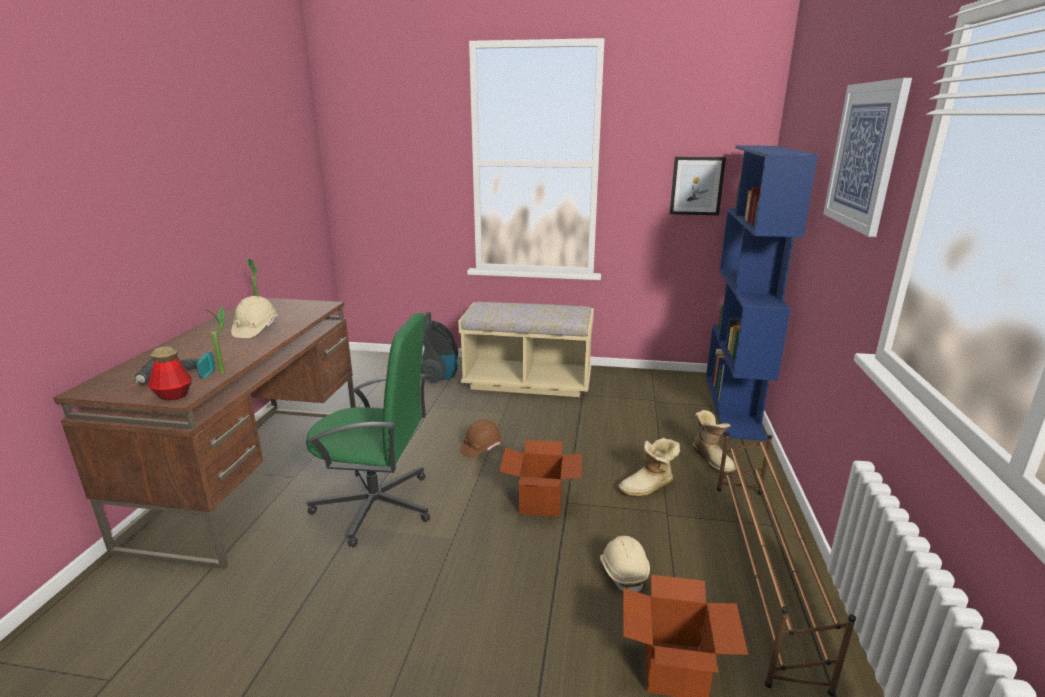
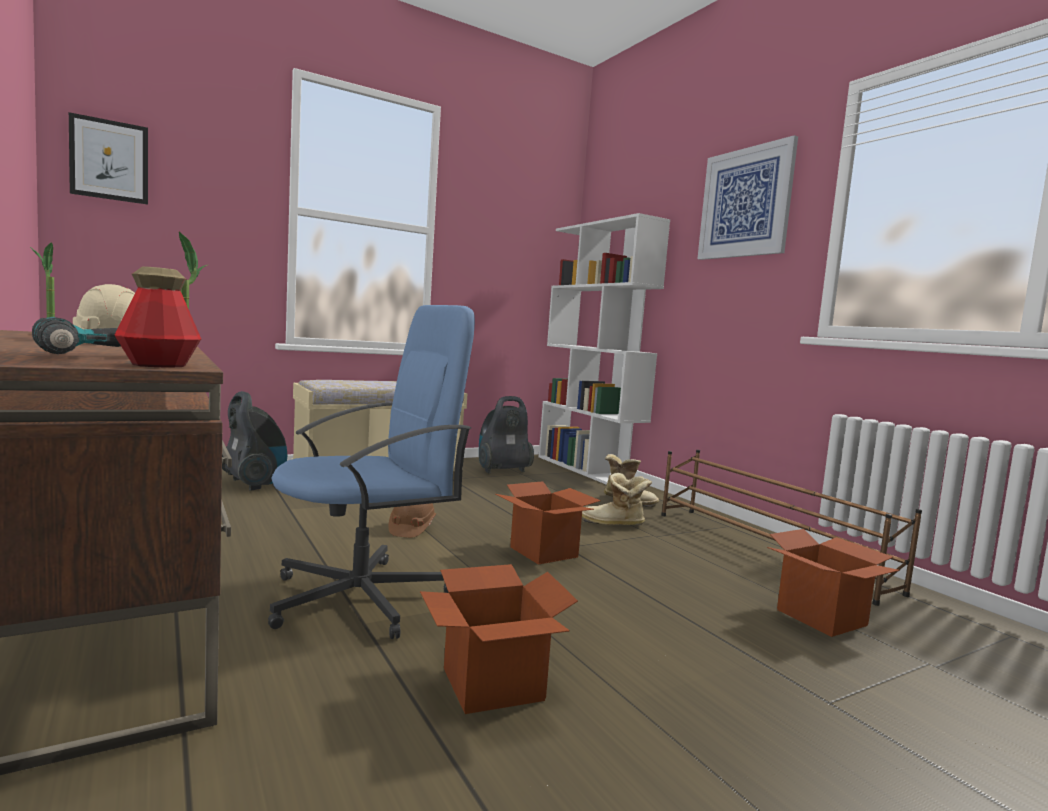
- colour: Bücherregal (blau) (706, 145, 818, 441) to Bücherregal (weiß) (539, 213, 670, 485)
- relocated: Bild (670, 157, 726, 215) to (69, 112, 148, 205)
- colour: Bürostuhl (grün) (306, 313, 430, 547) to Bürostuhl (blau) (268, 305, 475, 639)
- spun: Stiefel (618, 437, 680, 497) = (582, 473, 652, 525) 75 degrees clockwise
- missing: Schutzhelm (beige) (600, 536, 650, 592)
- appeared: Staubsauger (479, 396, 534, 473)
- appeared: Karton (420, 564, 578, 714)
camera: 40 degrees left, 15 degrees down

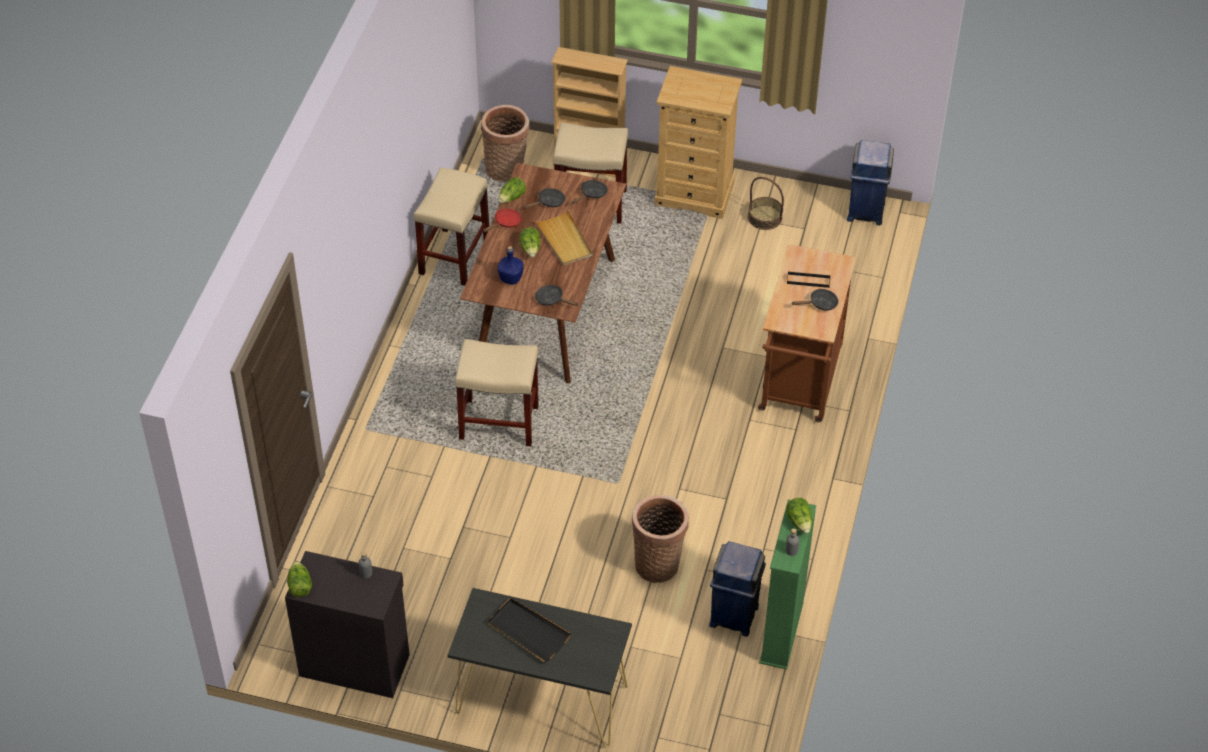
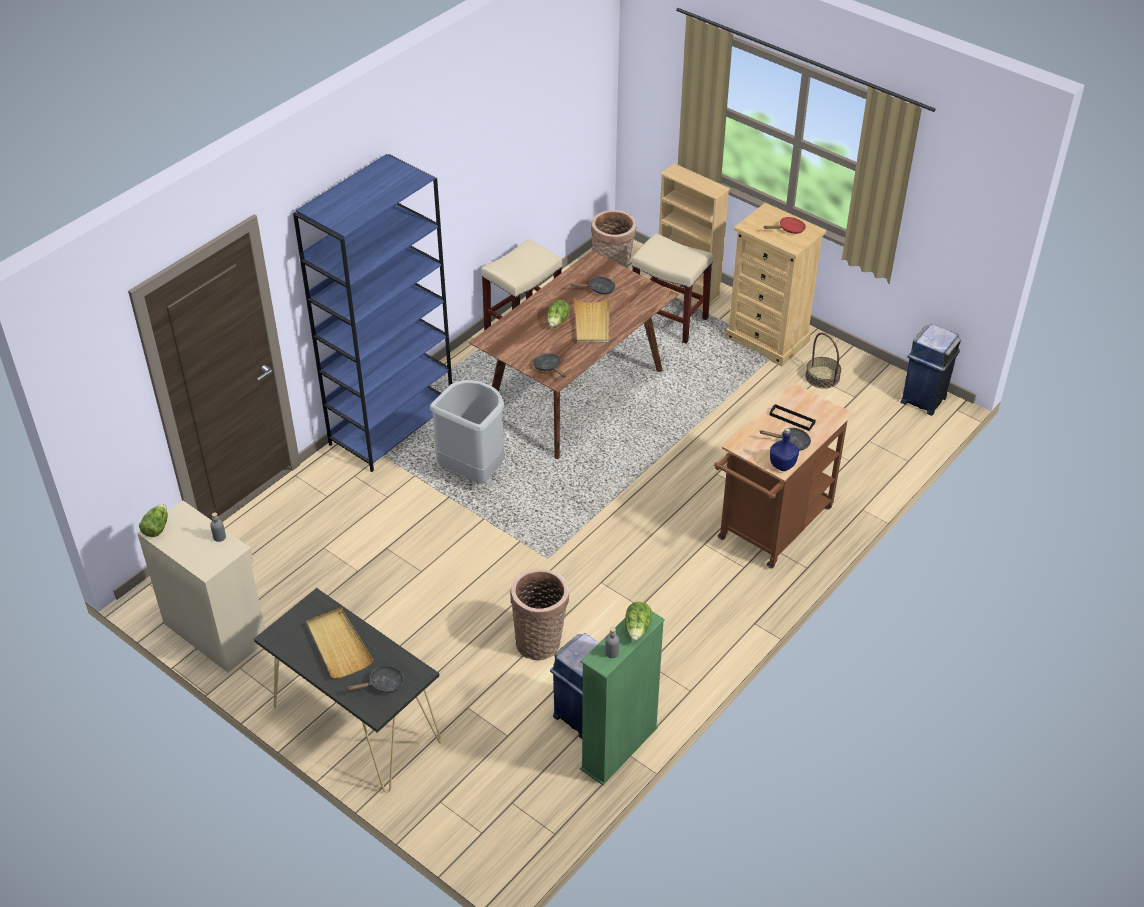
- missing: Salatkopf (498, 177, 526, 203)
- relocated: Pfanne (schwarz) (572, 180, 608, 204) to (346, 666, 404, 693)
- relocated: Pfanne (rot) (483, 209, 522, 232) to (764, 217, 806, 234)
- relocated: Flasche (blau) (498, 246, 524, 285) to (770, 428, 799, 471)
- exchanged: Hocker (beige) (455, 339, 539, 446) to Mülleimer (grau) (430, 380, 505, 483)
- colour: Schrank (schwarz) (285, 551, 410, 698) to Schrank (beige) (137, 501, 265, 673)
- colour: Tablett (schwarz) (487, 597, 571, 662) to Tablett (beige) (306, 608, 373, 678)
- appeared: Bücherregal (blau) (293, 154, 452, 472)
camera: 25 degrees right, 5 degrees down

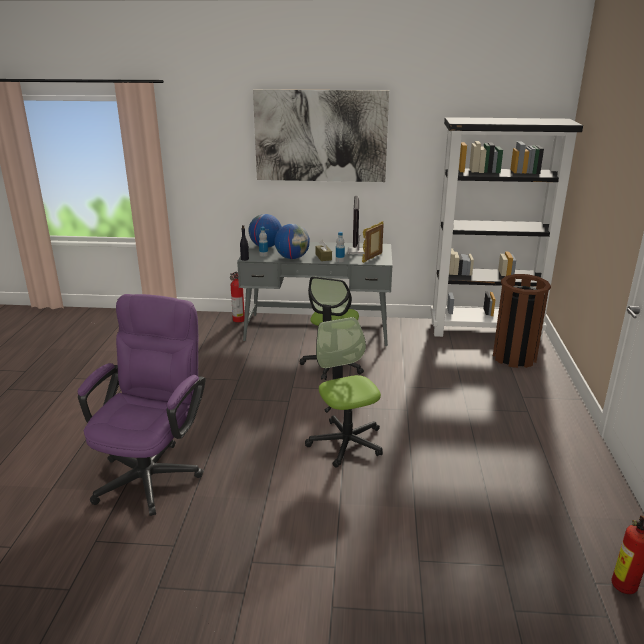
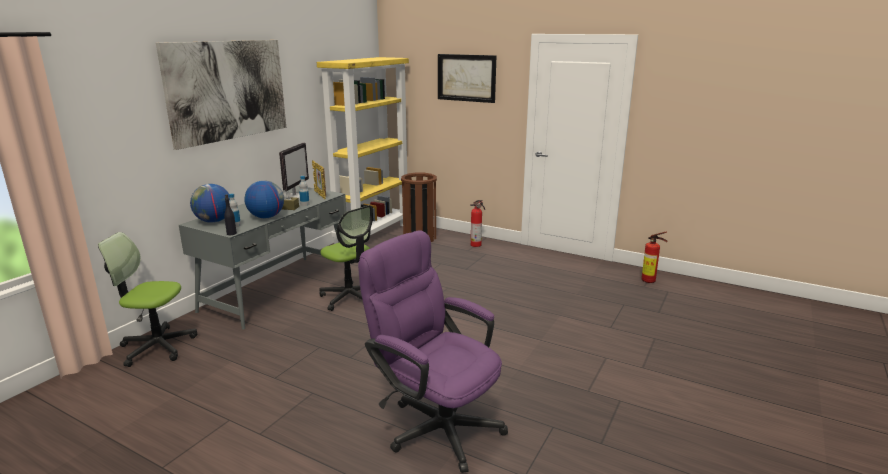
- colour: Bücherregal (schwarz) (431, 117, 583, 340) to Bücherregal (gelb) (317, 57, 409, 244)
- spun: Monitor (348, 196, 365, 254) = (279, 143, 309, 199) 105 degrees counterclockwise
- relocated: Feuerlöscher (230, 272, 245, 323) to (470, 200, 485, 247)
- relocated: Bürostuhl (305, 317, 383, 468) to (98, 232, 197, 367)
- appeared: Bild (438, 54, 496, 103)
camera: 65 degrees left, 5 degrees down

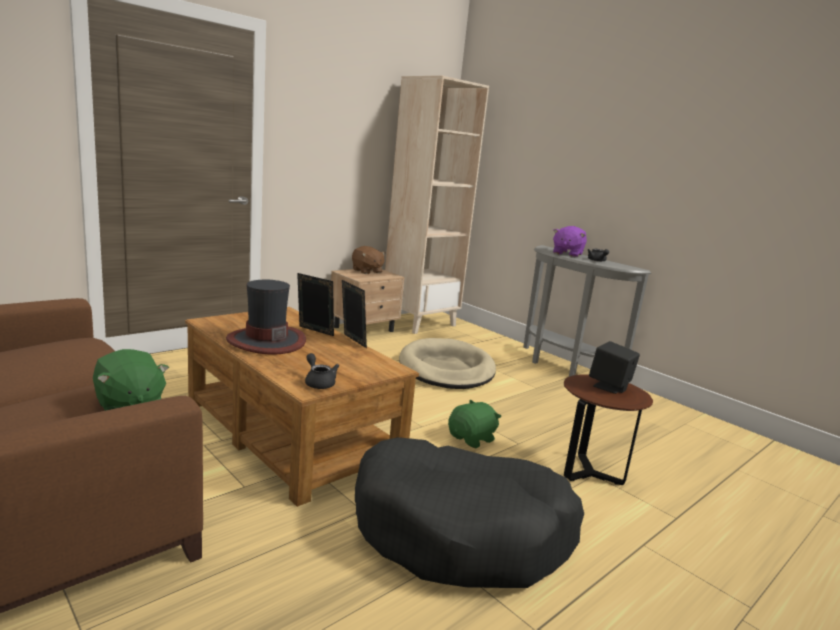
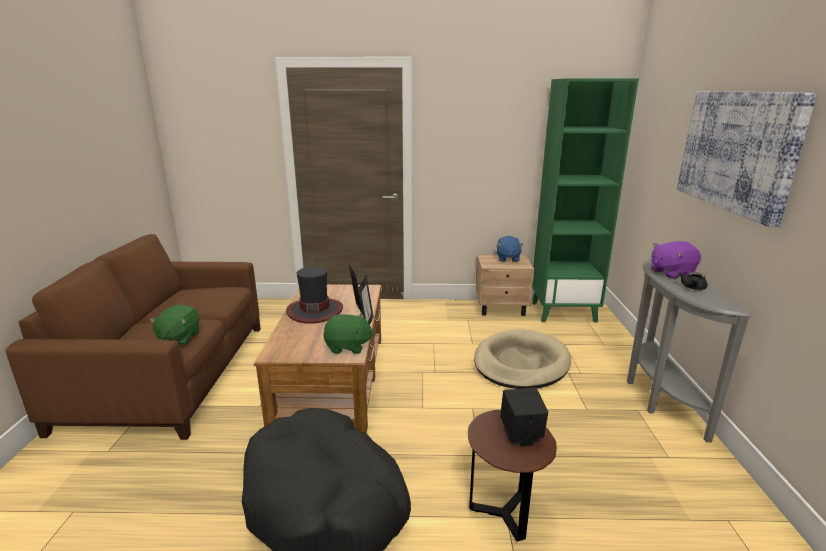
- colour: Bücherregal (beige) (385, 76, 489, 334) to Bücherregal (grün) (532, 78, 639, 323)
- colour: Plüschtier (braun) (352, 246, 386, 274) to Plüschtier (blau) (497, 236, 523, 262)
- missing: Teekanne (schwarz) (305, 353, 339, 389)
- relocated: Plüschtier (grün) (448, 399, 501, 449) to (323, 313, 374, 354)
- appeared: Bild (677, 91, 817, 227)
camera: 45 degrees right, 5 degrees up

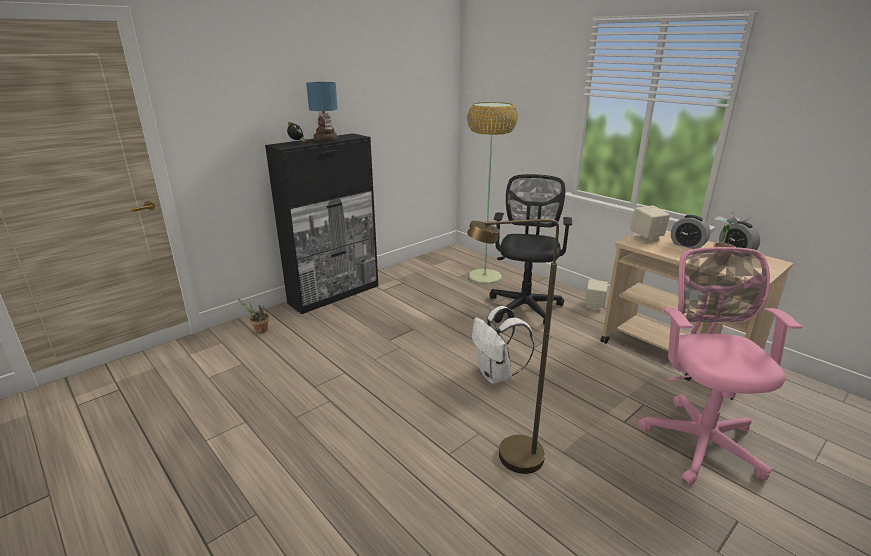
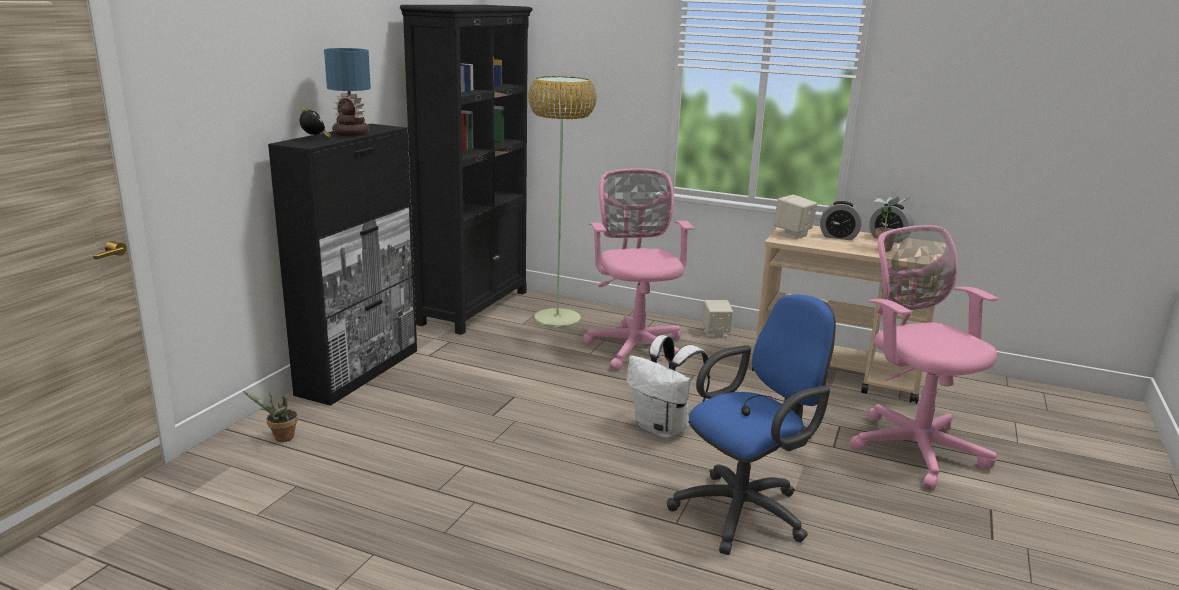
- colour: Bürostuhl (schwarz) (489, 174, 572, 324) to Bürostuhl (rosa) (583, 168, 694, 371)
- exchanged: Stehlampe (braun) (467, 219, 559, 474) to Bürostuhl (blau) (667, 295, 836, 555)
- appeared: Bücherregal (schwarz) (400, 5, 533, 335)
camera: 25 degrees left, 5 degrees down

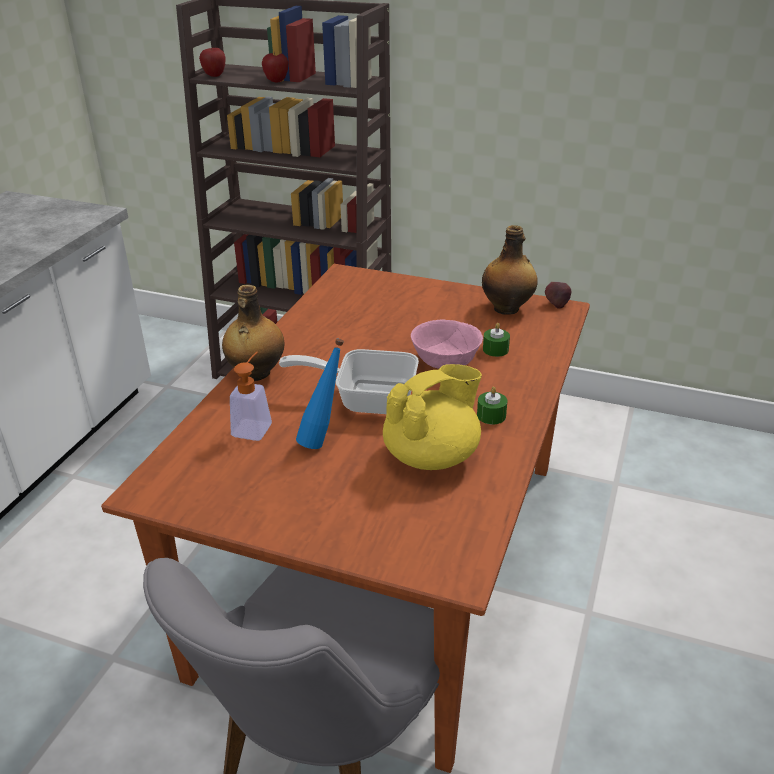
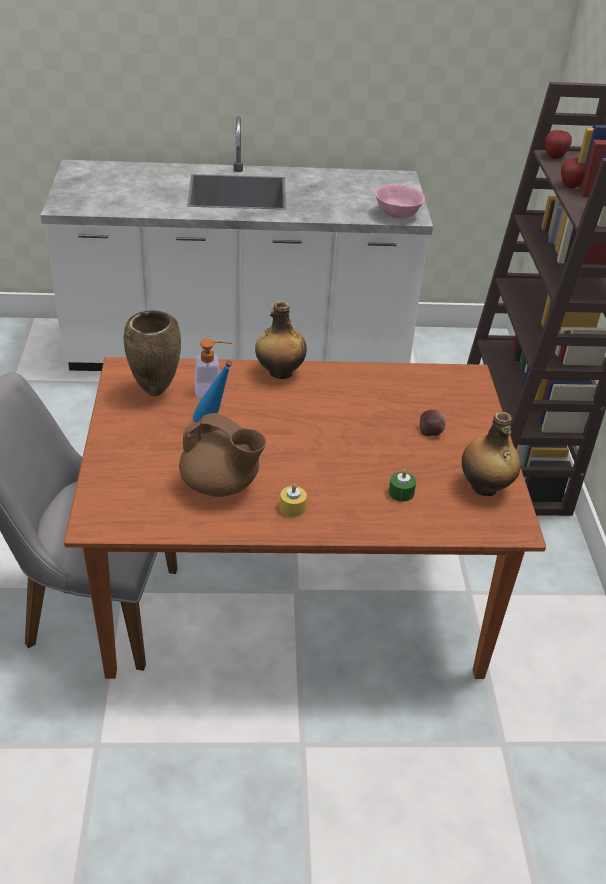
- relocated: Apfel (545, 282, 571, 309) to (420, 410, 446, 436)
- relocated: Schüssel (rosa) (411, 320, 483, 369) to (375, 184, 425, 219)
- missing: Pfanne (279, 349, 419, 414)
- colour: Teekanne (gelb) (383, 364, 482, 470) to Teekanne (braun) (179, 413, 266, 497)
- colour: Kerze (grün) (477, 387, 507, 424) to Kerze (gelb) (280, 484, 307, 517)
- appeared: Vase (braun) (124, 311, 181, 396)
camera: 65 degrees right, 5 degrees up

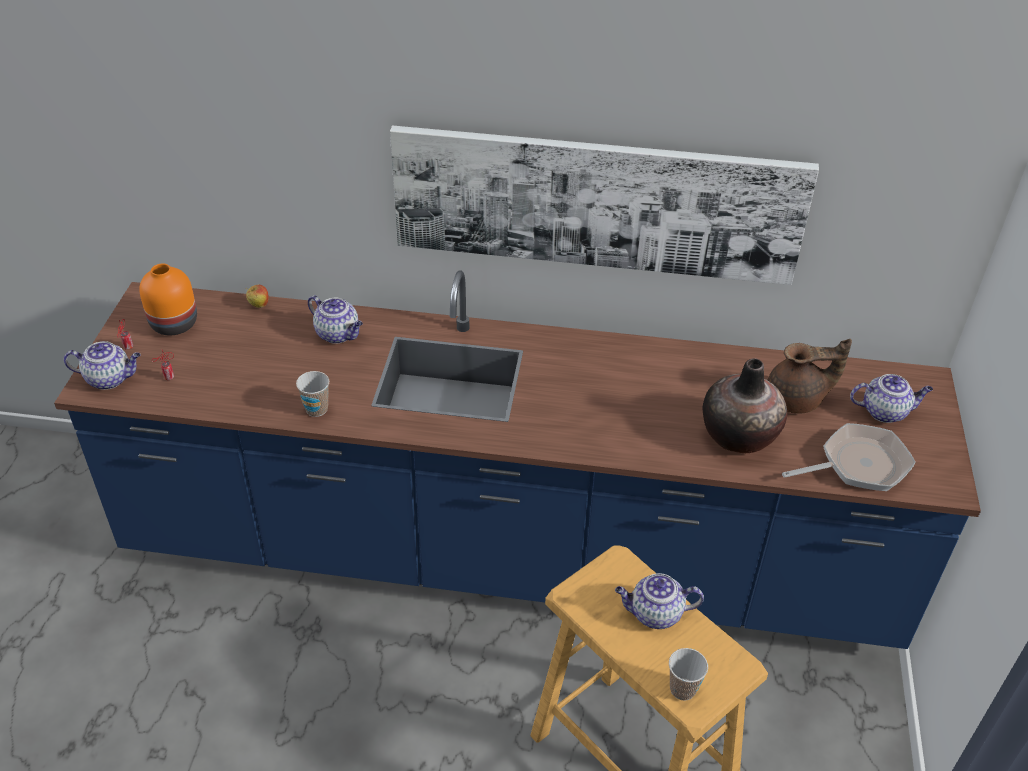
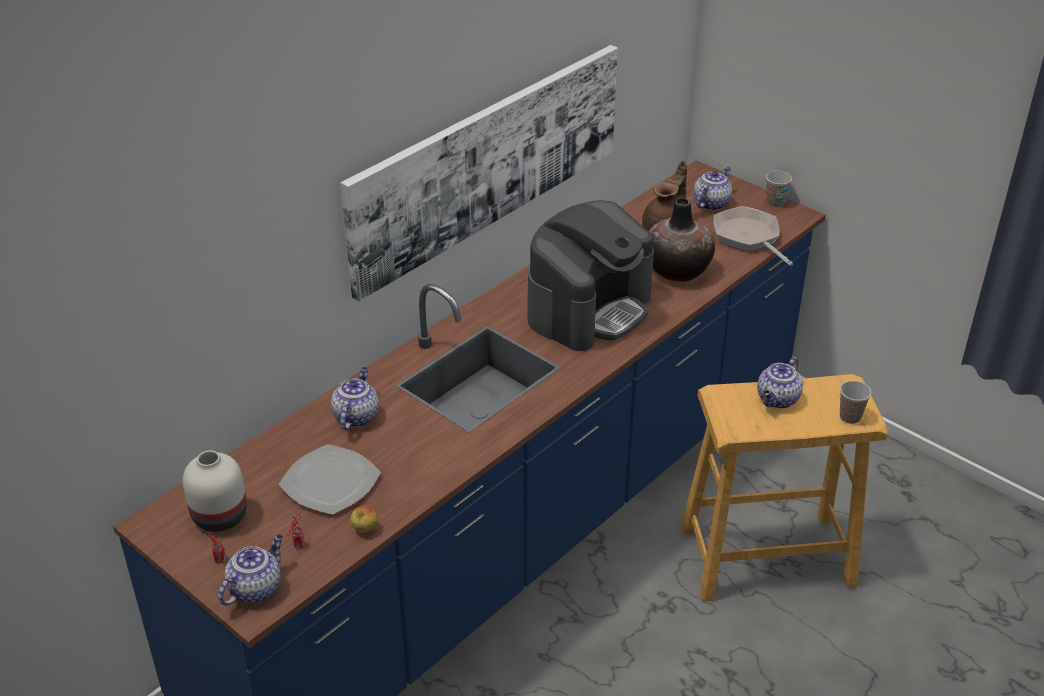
- colour: Vase (orange) (139, 264, 197, 335) to Vase (weiß) (183, 450, 247, 532)
- relocated: Apfel (246, 285, 269, 308) to (350, 505, 377, 533)
- spun: Teekanne (308, 295, 363, 344) = (331, 367, 379, 430) 60 degrees counterclockwise
- relocated: Tasse (296, 371, 329, 417) to (766, 171, 792, 207)
- spun: Pfanne (782, 423, 916, 491) = (713, 206, 793, 266) 45 degrees counterclockwise
- appeared: Kaffeemaschine (527, 200, 654, 351)
- appeared: Teller (279, 444, 381, 515)
camera: 55 degrees left, 5 degrees down

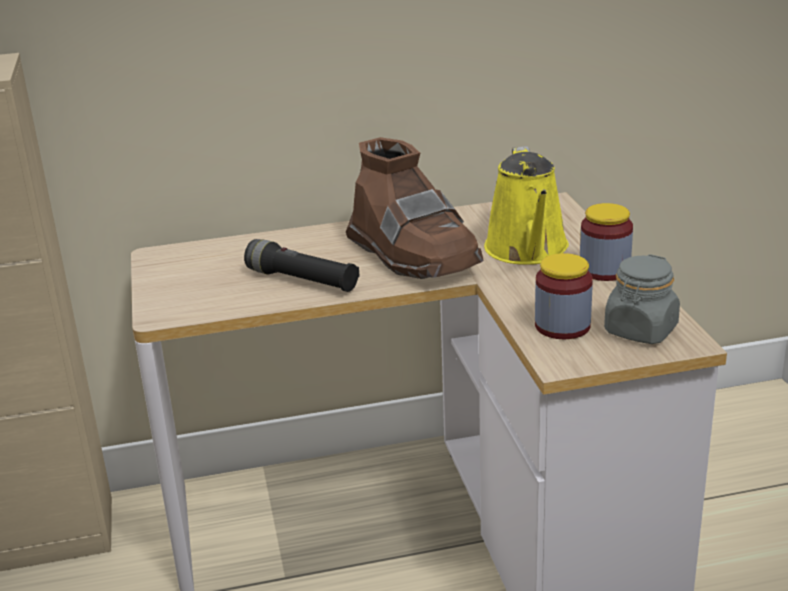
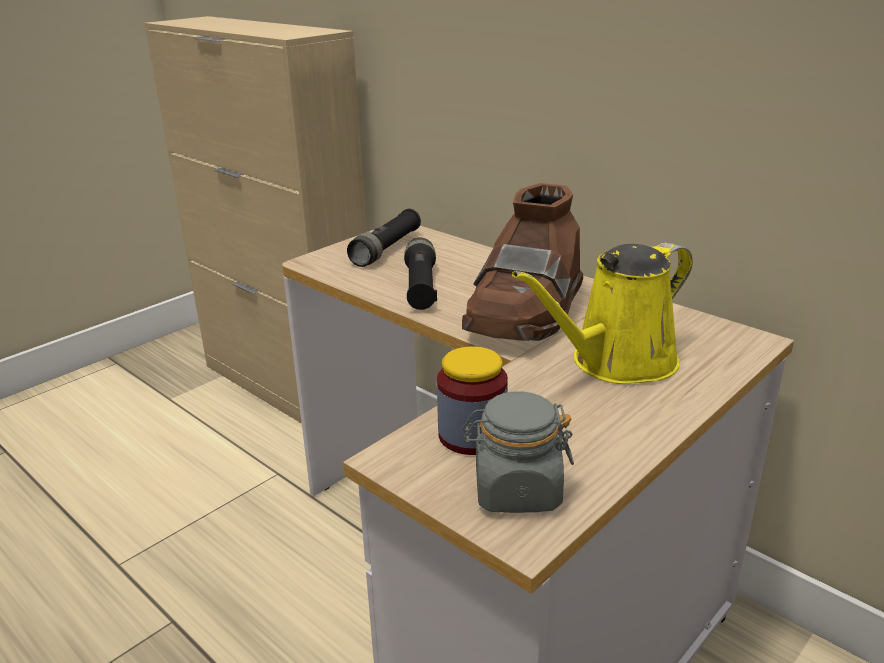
- missing: Vorratsglas (580, 203, 633, 281)
- appeared: Taschenlampe (schwarz) (347, 209, 421, 267)
camera: 55 degrees right, 0 degrees up

